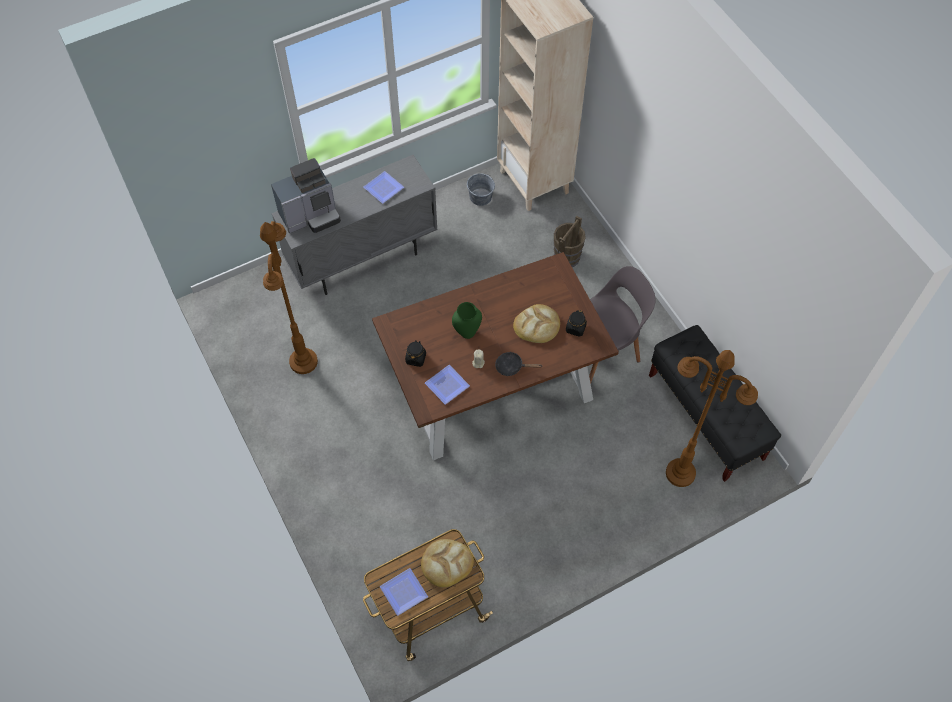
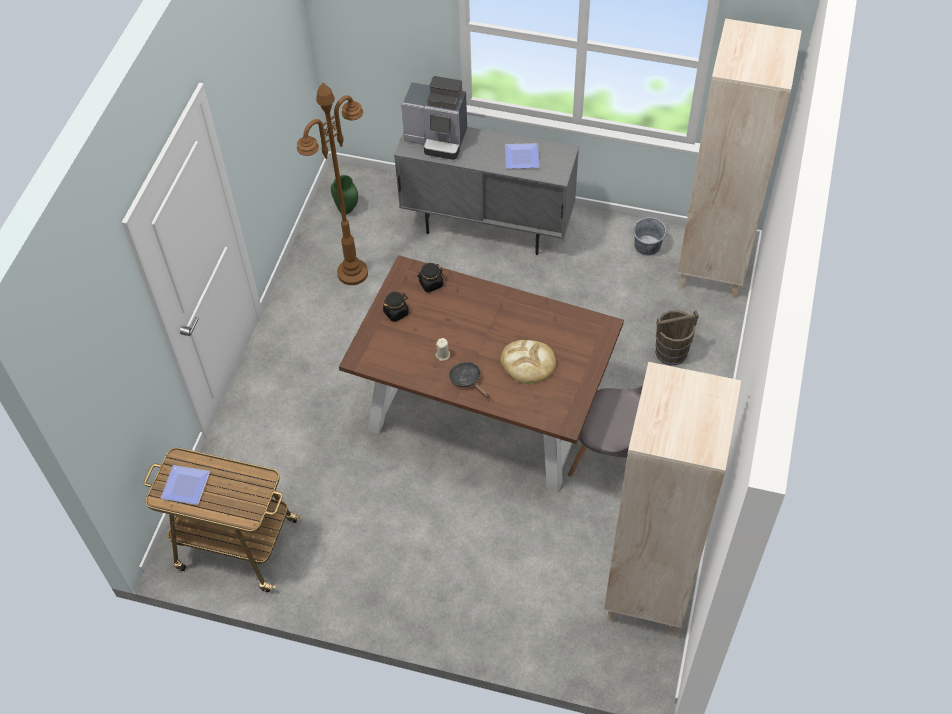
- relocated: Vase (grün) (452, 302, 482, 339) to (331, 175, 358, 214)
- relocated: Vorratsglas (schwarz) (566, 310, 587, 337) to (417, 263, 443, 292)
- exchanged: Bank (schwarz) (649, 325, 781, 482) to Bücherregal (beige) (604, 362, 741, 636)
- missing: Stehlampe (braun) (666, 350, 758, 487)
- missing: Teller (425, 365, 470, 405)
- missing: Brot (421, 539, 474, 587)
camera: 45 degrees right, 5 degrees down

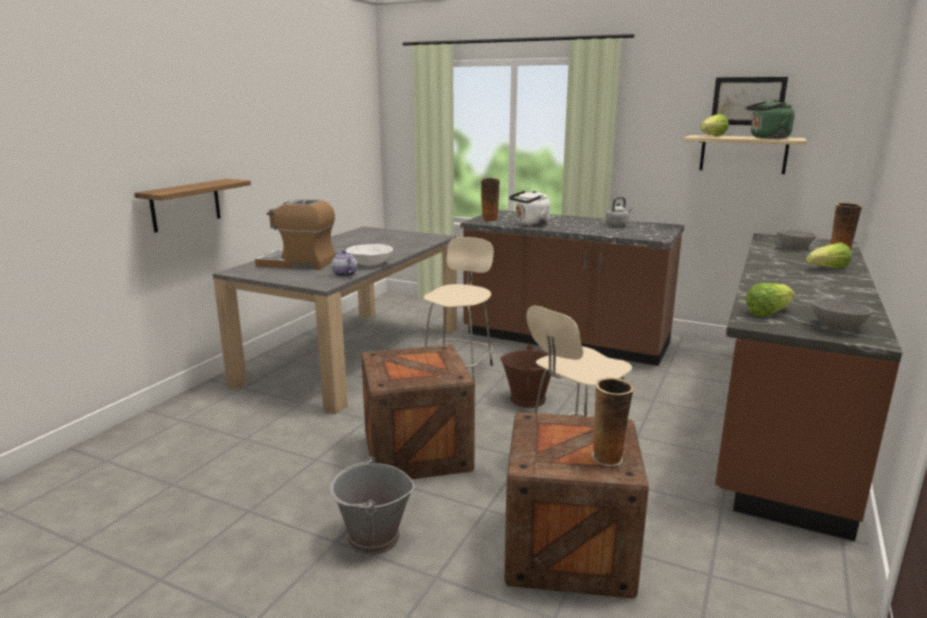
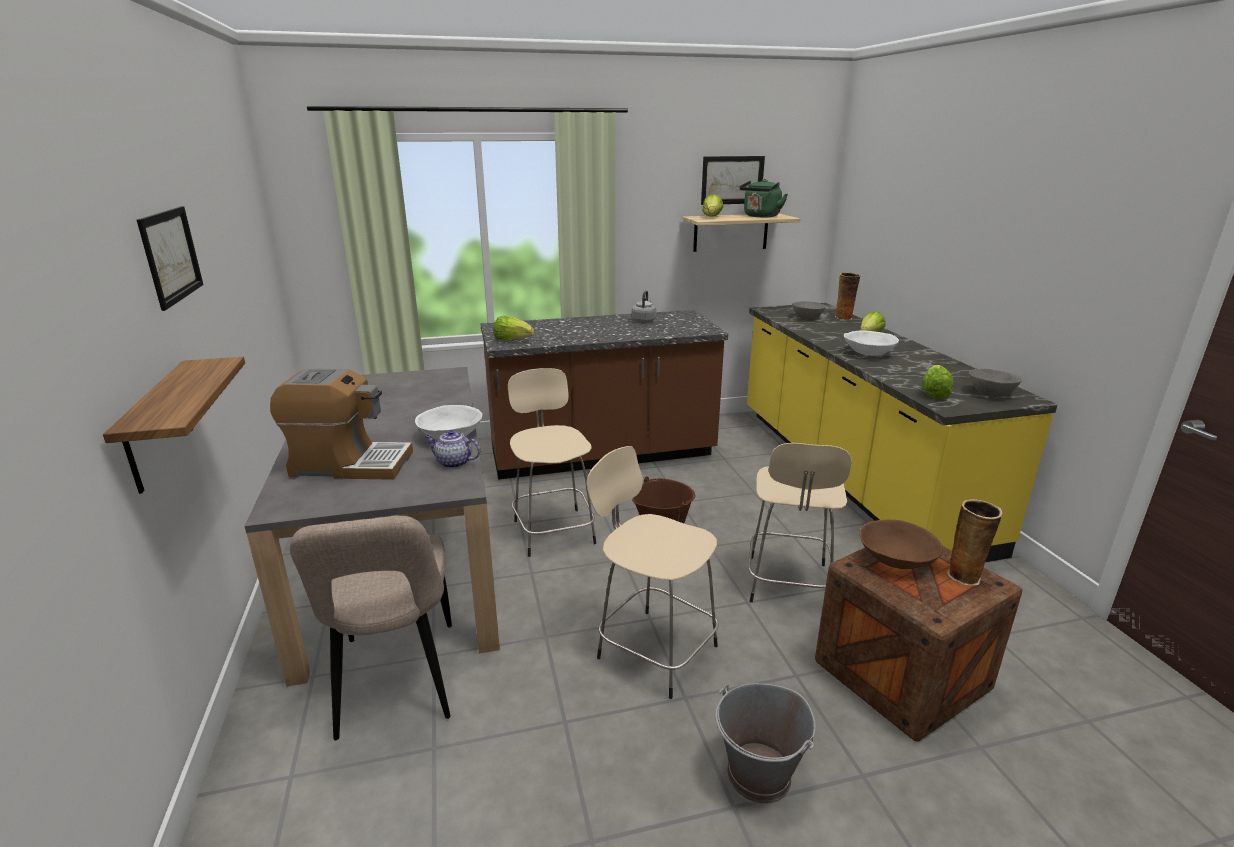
- exchanged: Vase (481, 178, 500, 222) to Salatkopf (493, 316, 534, 340)
- missing: Wasserkessel (weiß) (509, 190, 550, 226)
- spun: Kaffeemaschine (255, 199, 335, 270) = (270, 368, 413, 480) 150 degrees counterclockwise
- colour: Küchenzeile (braun) (715, 233, 902, 541) to Küchenzeile (gelb) (747, 303, 1058, 562)
- exchanged: Kiste (361, 345, 475, 479) to Hocker (beige) (587, 446, 719, 699)
- appeared: Bild (137, 206, 203, 311)
- appeared: Schüssel (weiß) (844, 330, 899, 356)
- appeared: Stuhl (beige) (290, 516, 452, 740)
- appeared: Schüssel (braun) (860, 520, 943, 569)
camera: 40 degrees left, 5 degrees up

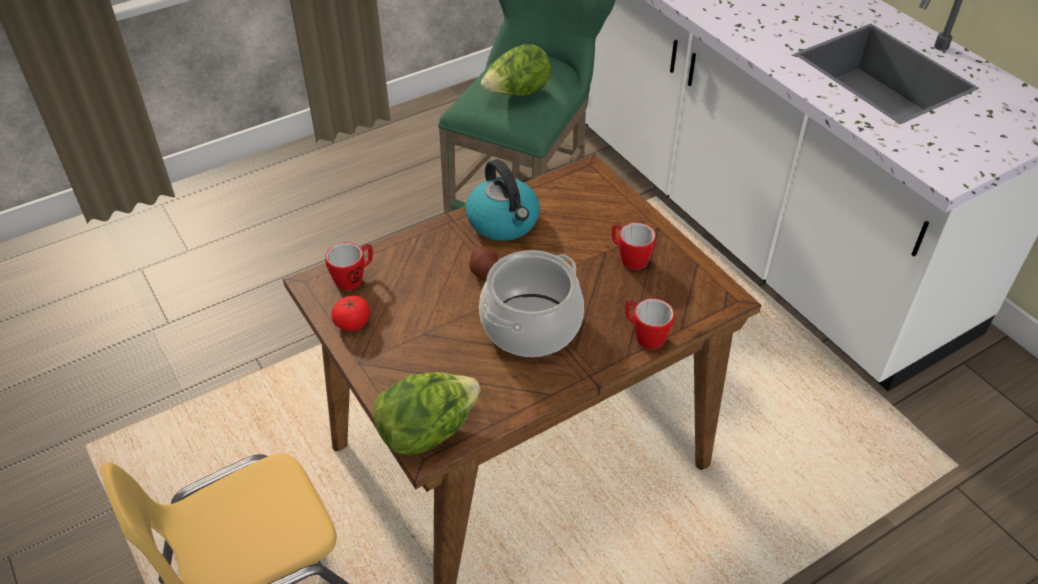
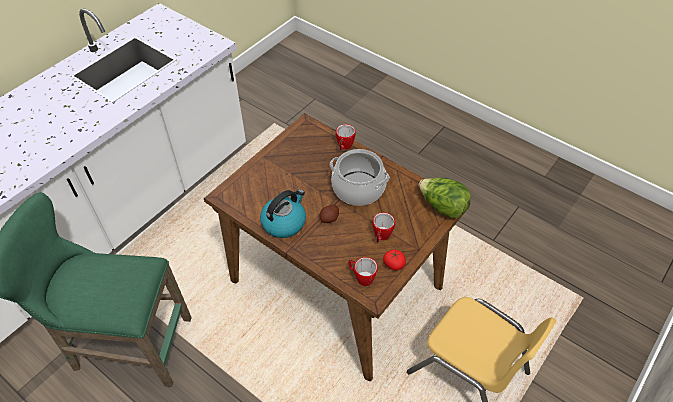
- missing: Salatkopf (481, 44, 551, 96)
- relocated: Henkelbecher (612, 223, 656, 270) to (372, 212, 395, 243)
camera: 110 degrees left, 5 degrees up

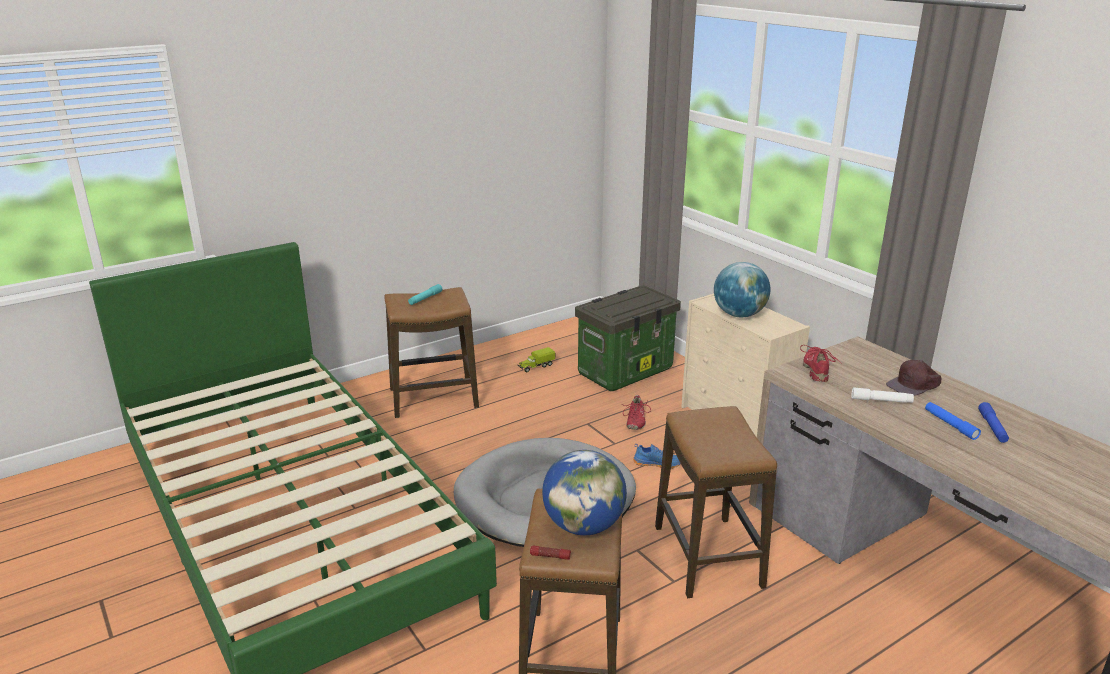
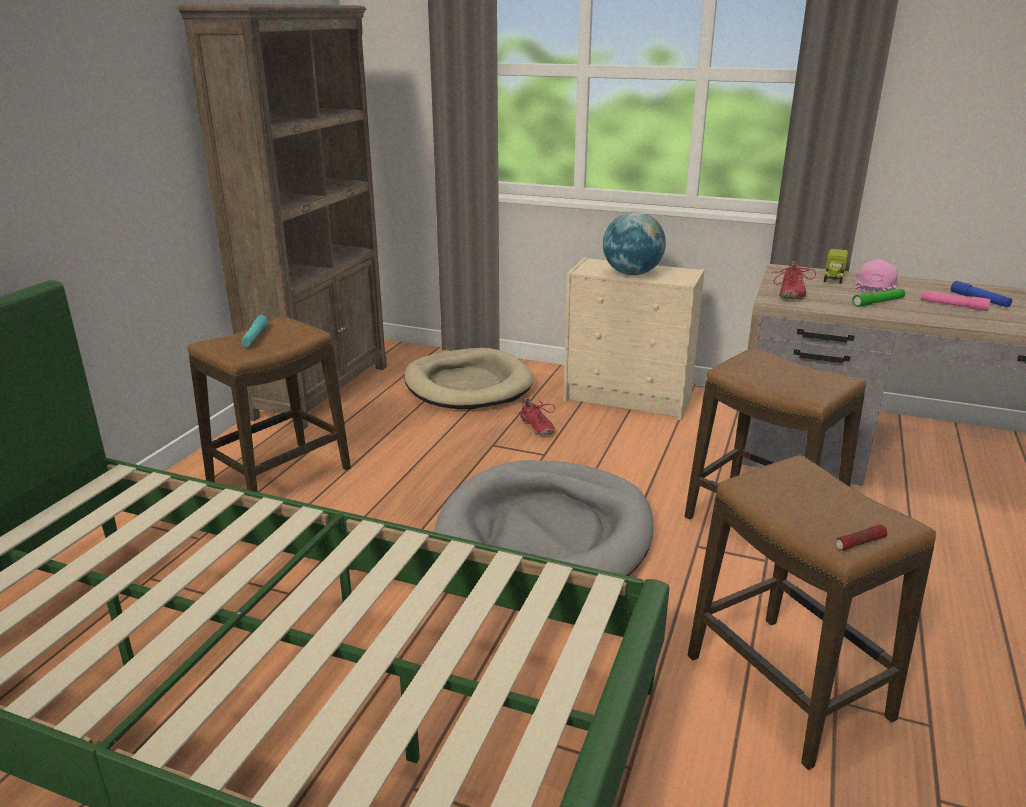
- exchanged: Aufbewahrungsbox (575, 286, 681, 391) to Hundebett (beige) (404, 348, 534, 409)
- spun: Schuh (rot) (800, 345, 842, 382) = (771, 261, 816, 299) 135 degrees counterclockwise
- relocated: Spielzeuglaster (518, 347, 555, 373) to (824, 249, 848, 284)
- colour: Kappe (braun) (886, 360, 941, 396) to Kappe (rosa) (855, 259, 898, 293)
- colour: Taschenlampe (weiß) (852, 387, 914, 403) to Taschenlampe (grün) (852, 289, 905, 307)
- colour: Taschenlampe (blau) (925, 402, 981, 440) to Taschenlampe (rosa) (921, 291, 991, 311)
- missing: Schuh (blau) (633, 444, 681, 469)
- missing: Globus (542, 450, 627, 535)
- appeared: Bücherregal (braun) (177, 4, 387, 429)
camera: 35 degrees left, 0 degrees up

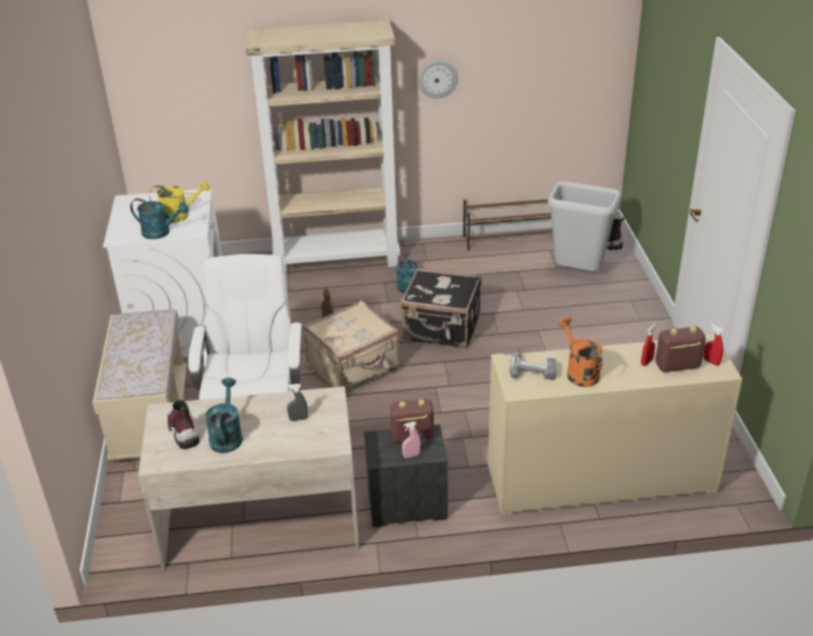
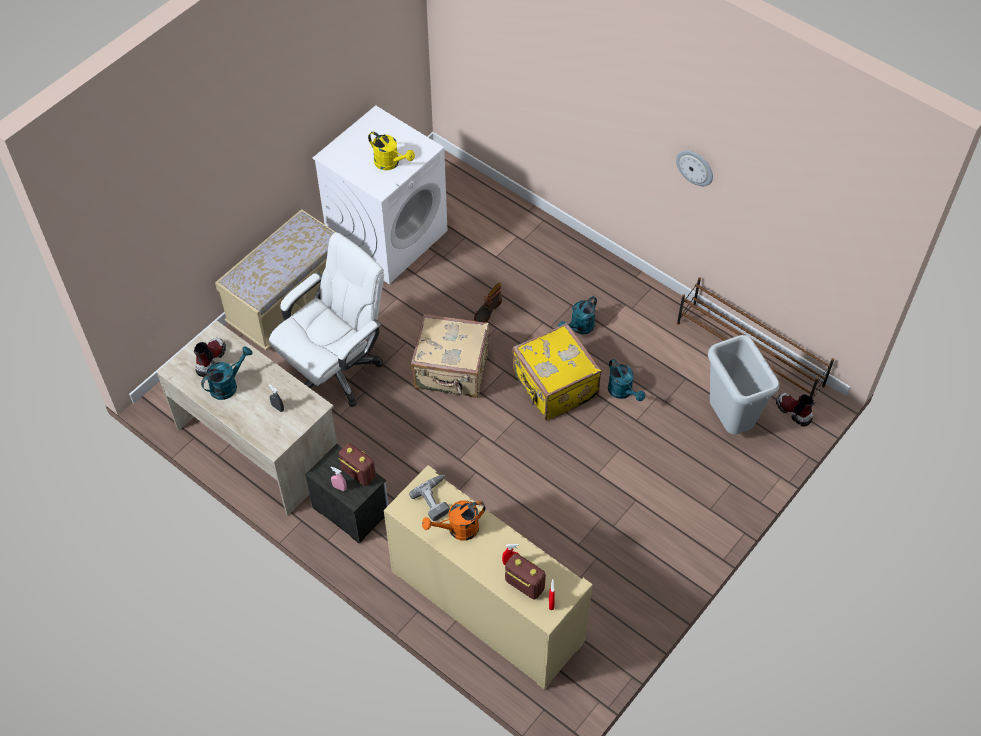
- missing: Bücherregal (beige) (245, 19, 400, 276)
- relocated: Gießkanne (türkis) (130, 198, 189, 239) to (608, 359, 645, 401)
- colour: Koffer (schwarz) (400, 268, 481, 348) to Koffer (gelb) (512, 323, 601, 421)
- spun: Gießkanne (orange) (558, 317, 602, 387) = (422, 500, 486, 541) 135 degrees counterclockwise
camera: 45 degrees right, 20 degrees up

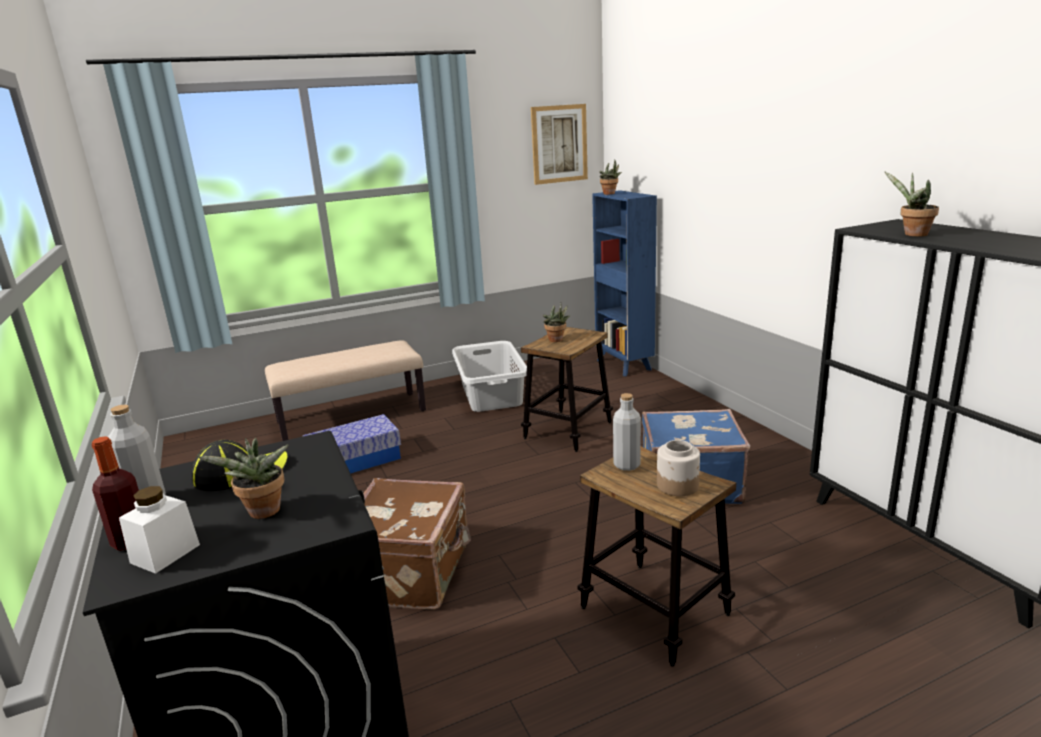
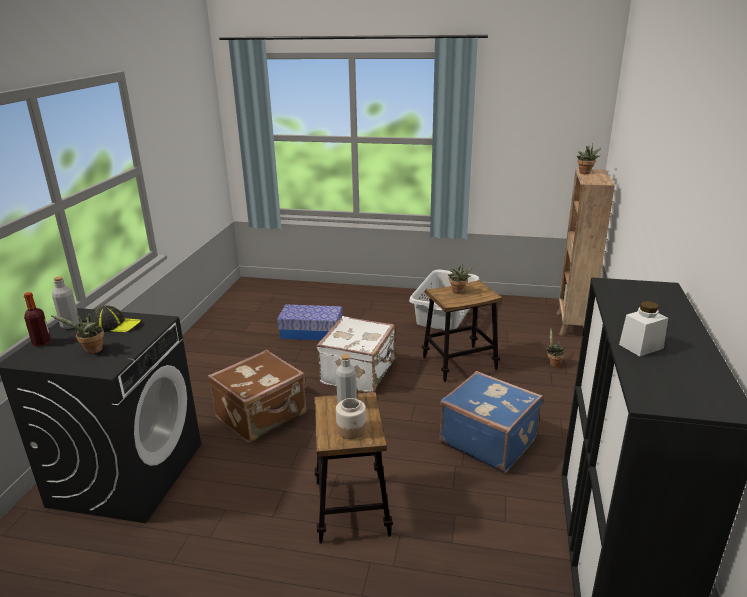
- missing: Bild (531, 104, 588, 185)
- relocated: Topfpflanze (885, 172, 939, 236) to (544, 329, 566, 367)
- colour: Bücherregal (blau) (592, 190, 657, 376) to Bücherregal (braun) (556, 169, 615, 336)
- missing: Bank (beige) (265, 340, 426, 441)
- relocated: Vorratsglas (weiß) (119, 486, 200, 574) to (619, 301, 668, 356)
- appeared: Koffer (weiß) (317, 316, 396, 393)
camera: 35 degrees right, 5 degrees up

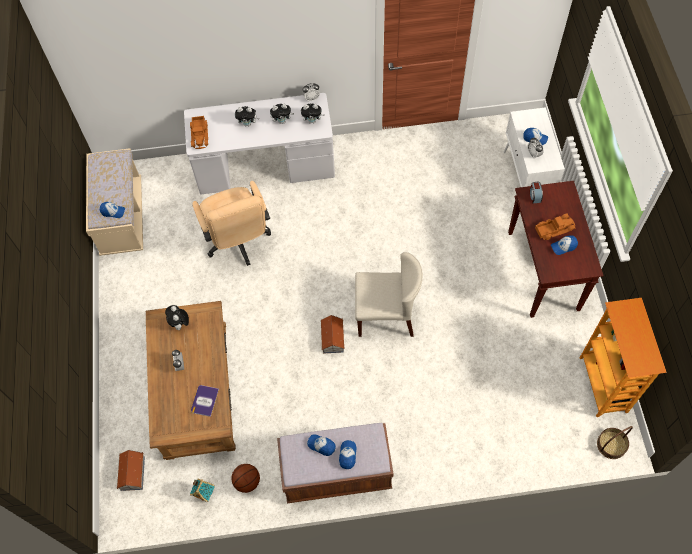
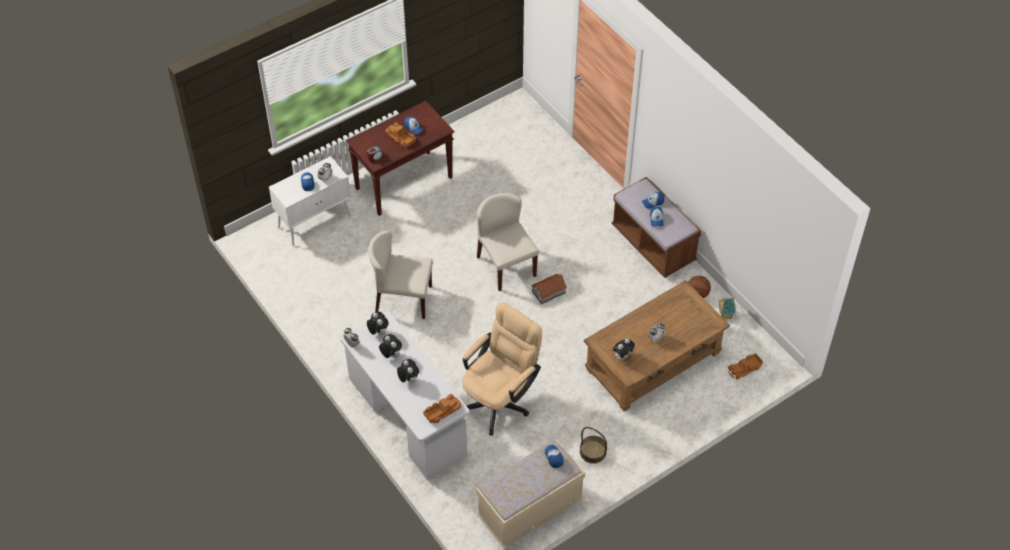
- missing: Bücherregal (580, 298, 667, 417)
- missing: Buch (191, 385, 219, 417)
- relocated: Korb (597, 426, 633, 459) to (580, 427, 607, 464)
- exchanged: Spielzeughaus (117, 450, 145, 491) to Spielzeuglaster (728, 353, 763, 379)
- appeared: Stuhl (beige) (368, 231, 433, 319)
camera: 120 degrees left, 10 degrees down

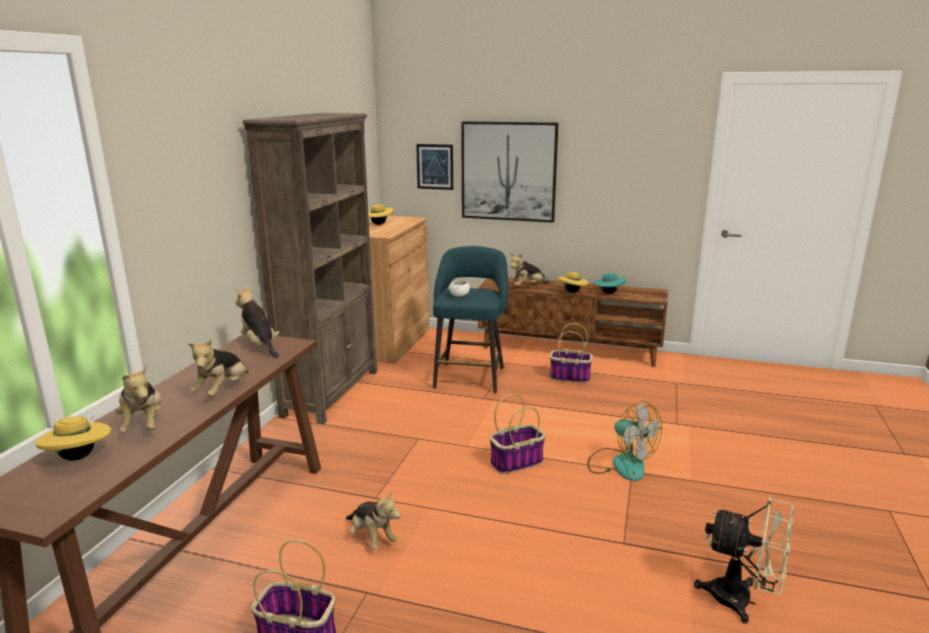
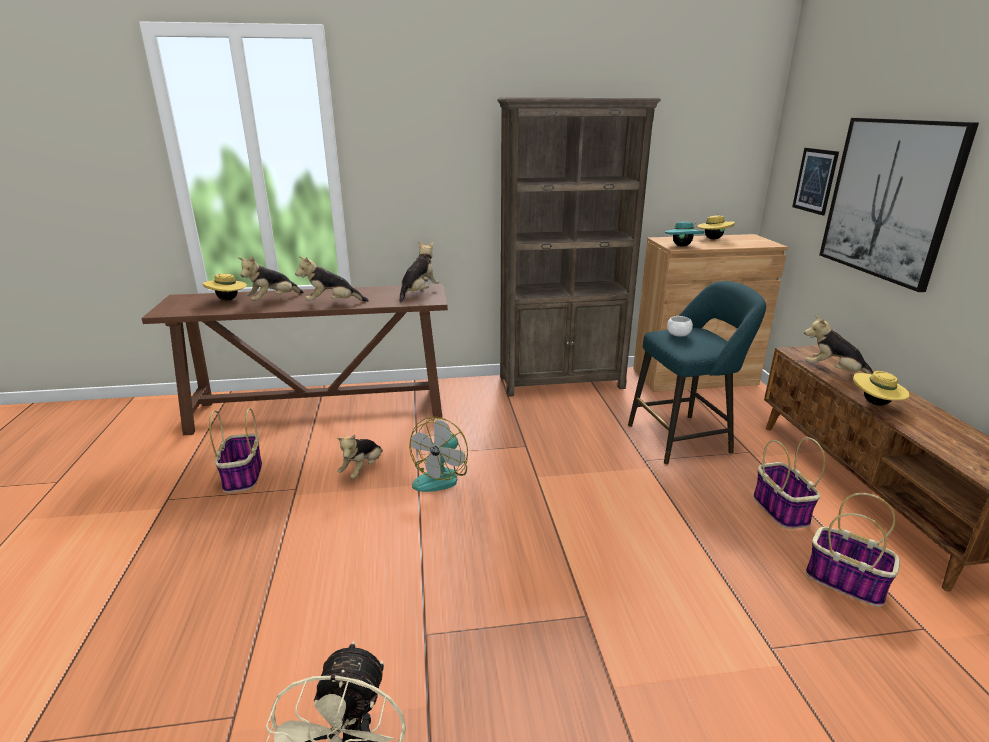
- relocated: Hut (türkis) (594, 271, 626, 294) to (665, 221, 704, 247)
- relocated: Korb (489, 394, 546, 474) to (806, 493, 900, 607)
- relocated: Ventilator (588, 401, 662, 481) to (409, 417, 468, 492)
camera: 65 degrees right, 5 degrees up

